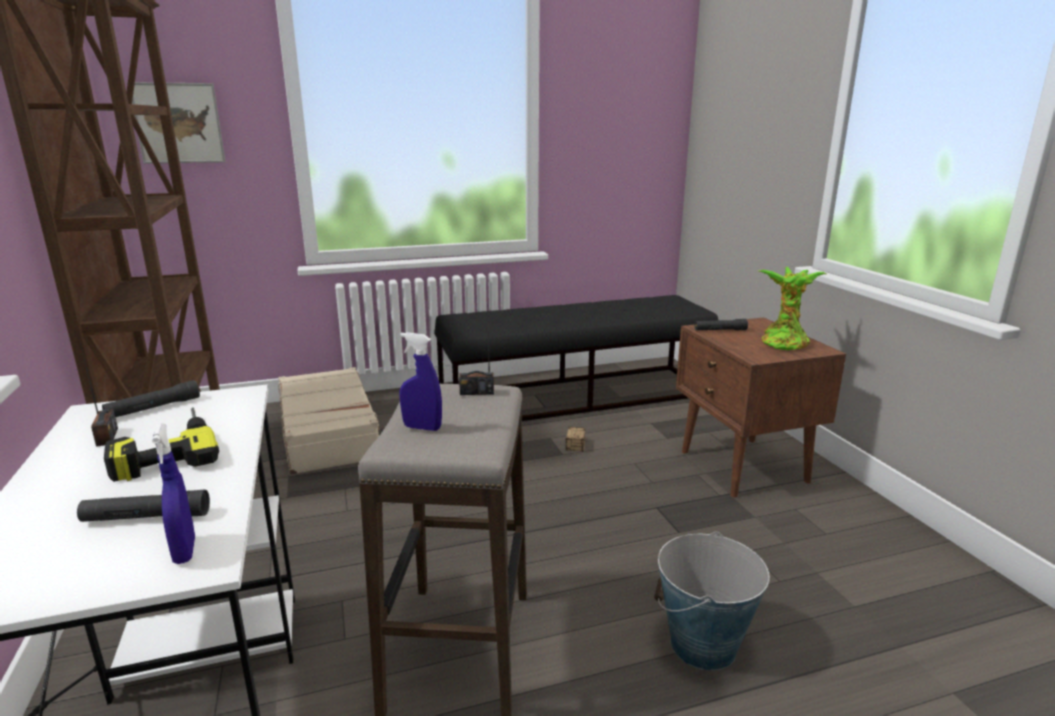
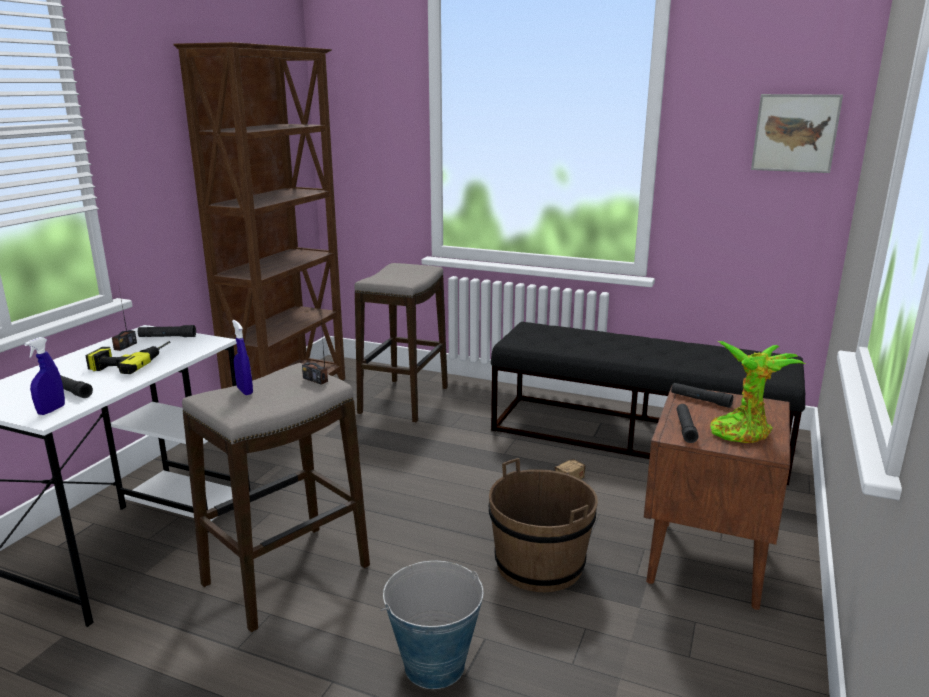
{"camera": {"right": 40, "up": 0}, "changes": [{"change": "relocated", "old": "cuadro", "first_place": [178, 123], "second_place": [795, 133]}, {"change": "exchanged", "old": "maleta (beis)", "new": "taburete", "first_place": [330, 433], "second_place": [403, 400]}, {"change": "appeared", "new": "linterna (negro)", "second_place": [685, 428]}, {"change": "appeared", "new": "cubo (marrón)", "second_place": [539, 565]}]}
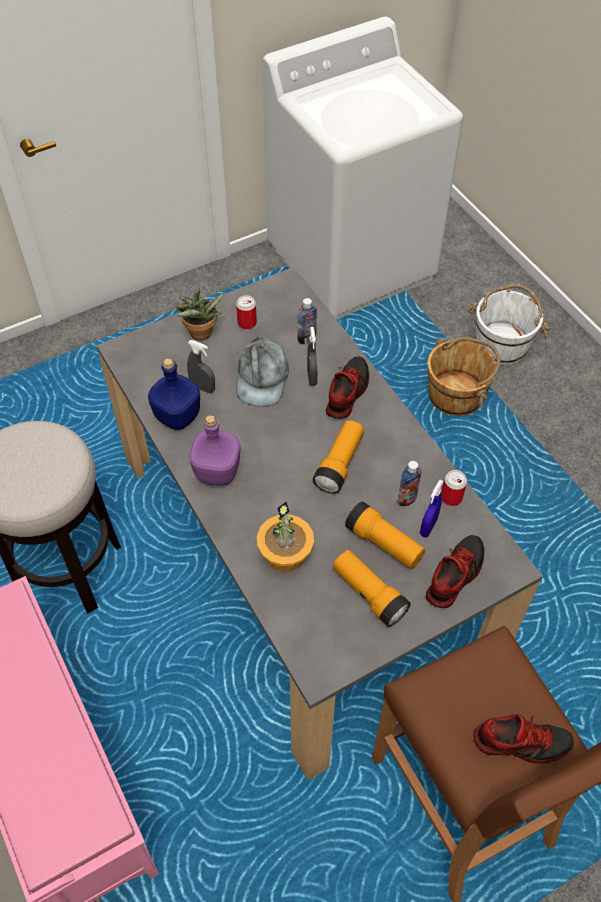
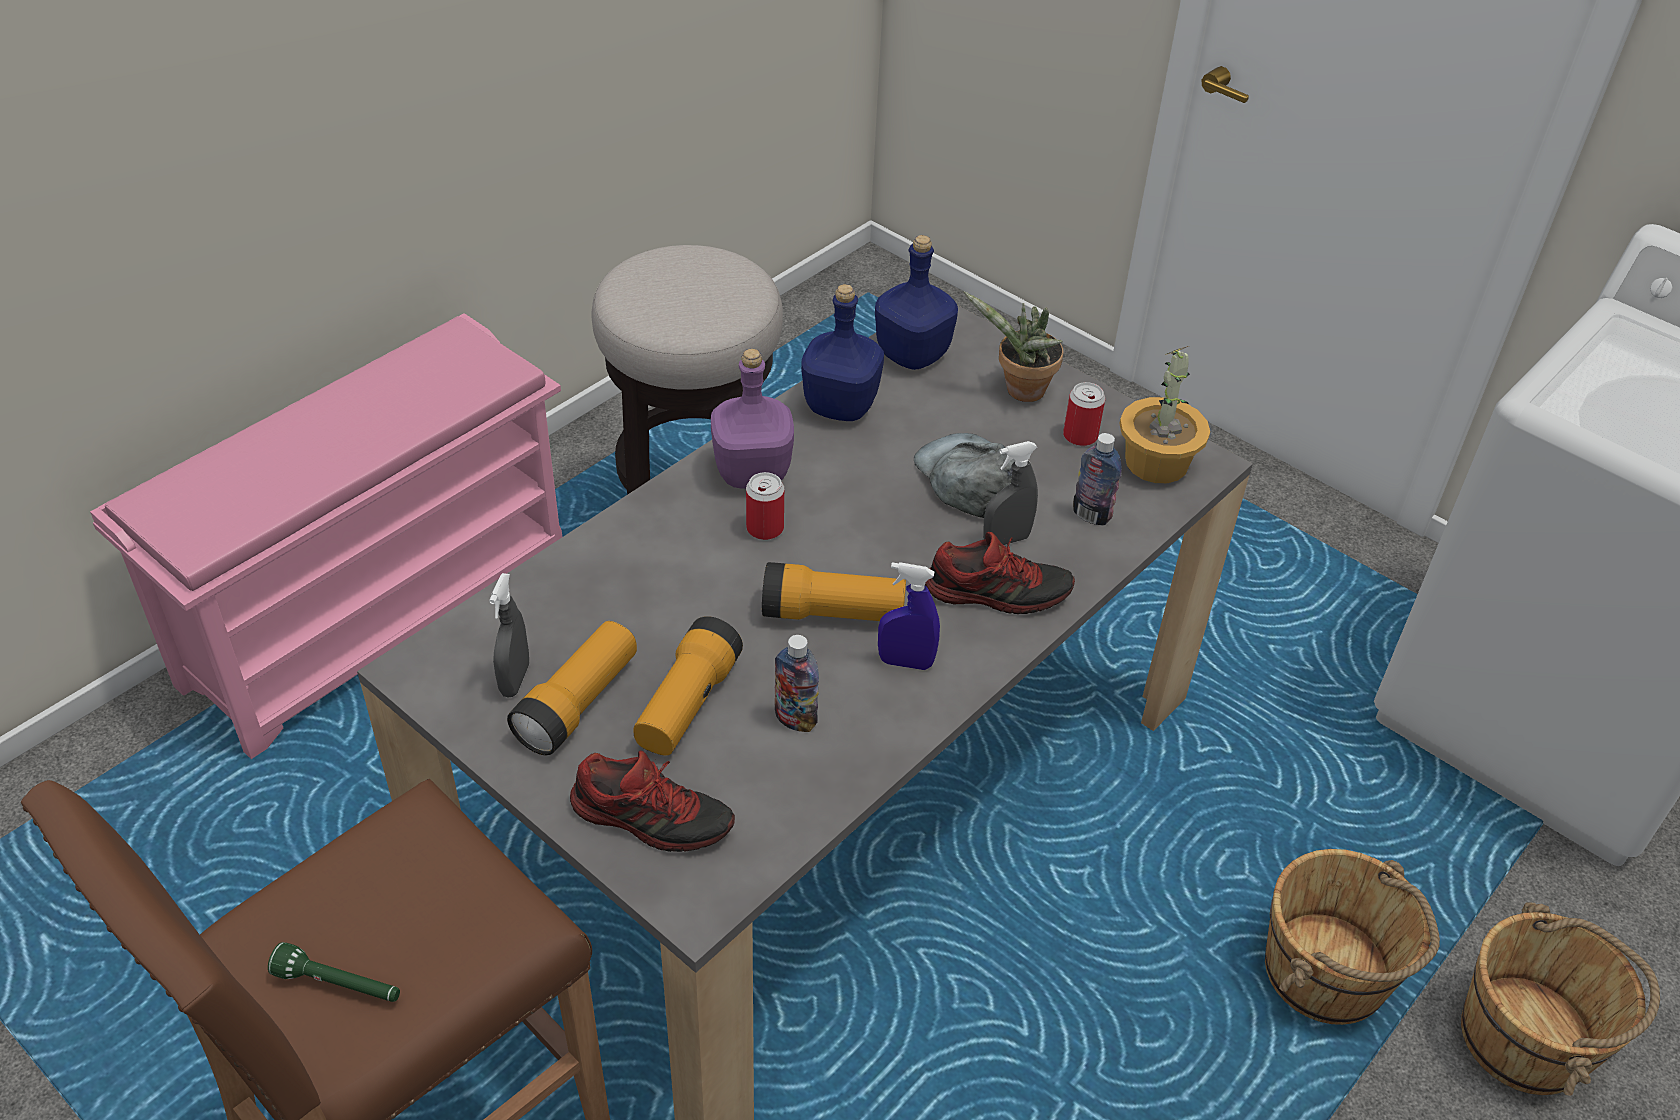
{"camera": {"right": 70, "up": -10}, "changes": [{"change": "colour", "old": "cubo (blanco)", "new": "cubo (marrón)", "first_place": [501, 344], "second_place": [1527, 1038]}, {"change": "spun", "old": "gorra (gris)", "first_place": [262, 378], "second_place": [970, 480], "degrees": 75}, {"change": "relocated", "old": "pulverizador (gris)", "first_place": [202, 388], "second_place": [515, 680]}, {"change": "relocated", "old": "lata", "first_place": [451, 497], "second_place": [765, 528]}, {"change": "relocated", "old": "pulverizador (azul)", "first_place": [428, 527], "second_place": [905, 662]}, {"change": "relocated", "old": "planta en maceta", "first_place": [286, 554], "second_place": [1157, 463]}, {"change": "exchanged", "old": "zapato", "new": "linterna (verde)", "first_place": [521, 742], "second_place": [339, 985]}, {"change": "appeared", "new": "botella (azul)", "second_place": [911, 355]}]}
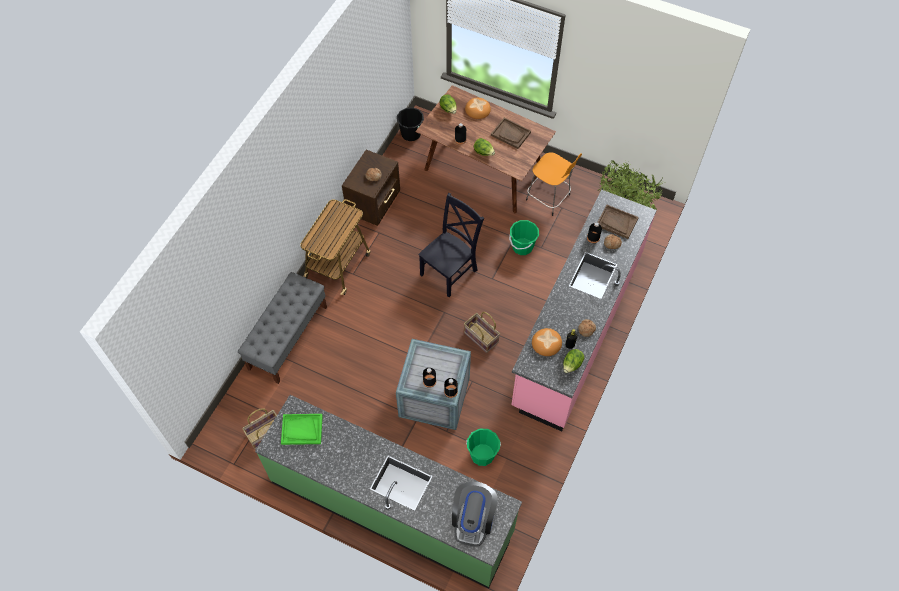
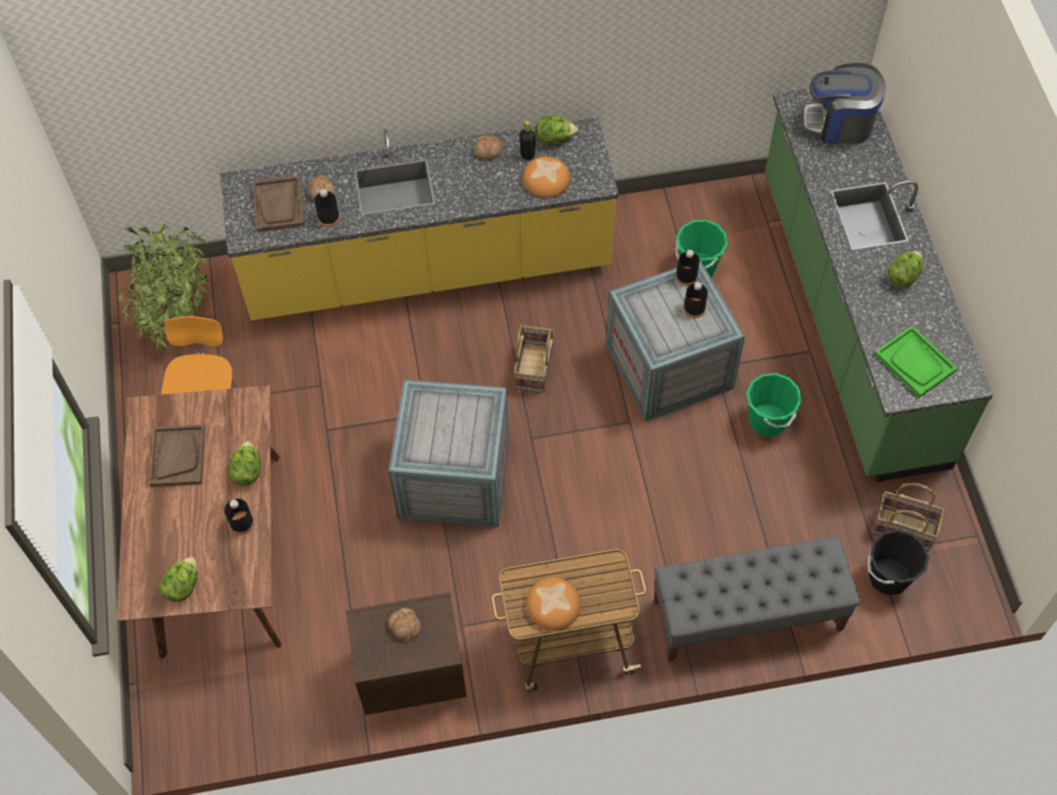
{"camera": {"right": -125, "up": 0}, "changes": [{"change": "relocated", "old": "pan", "first_place": [477, 110], "second_place": [554, 605]}, {"change": "relocated", "old": "cubo (negro)", "first_place": [411, 134], "second_place": [888, 576]}, {"change": "colour", "old": "mueble bajo de cocina (rosa)", "new": "mueble bajo de cocina (amarillo)", "first_place": [577, 328], "second_place": [428, 268]}, {"change": "exchanged", "old": "silla (negro)", "new": "caja de embalaje", "first_place": [450, 271], "second_place": [454, 475]}, {"change": "relocated", "old": "cubo (verde)", "first_place": [522, 247], "second_place": [767, 420]}, {"change": "spun", "old": "cafetera", "first_place": [473, 519], "second_place": [838, 124], "degrees": -150}, {"change": "appeared", "new": "lechuga", "second_place": [903, 276]}]}
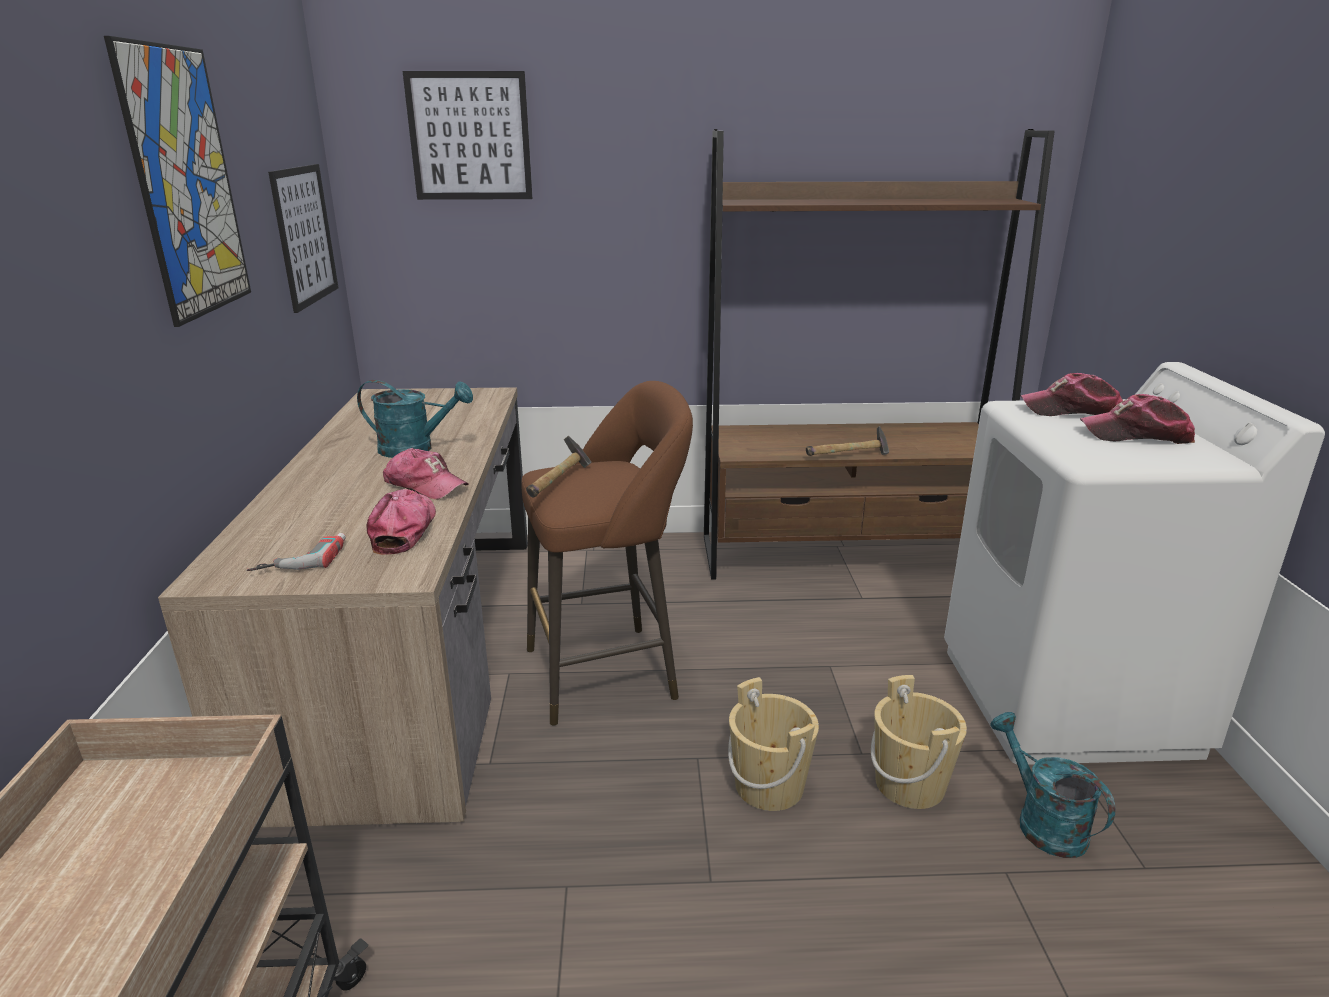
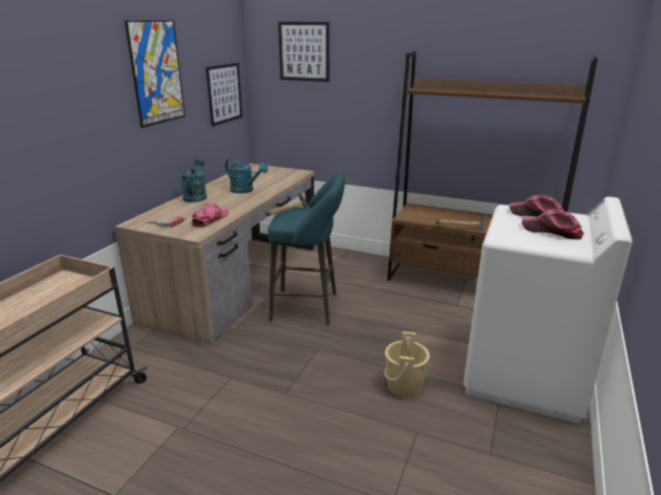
{"camera": {"right": 25, "up": 0}, "changes": [{"change": "colour", "old": "taburete (marrón)", "new": "taburete (turquesa)", "first_place": [610, 671], "second_place": [309, 307]}, {"change": "missing", "old": "gorra", "first_place": [425, 485]}, {"change": "missing", "old": "cubo (beis)", "first_place": [769, 786]}, {"change": "relocated", "old": "regadera (turquesa)", "first_place": [1041, 822], "second_place": [196, 196]}]}
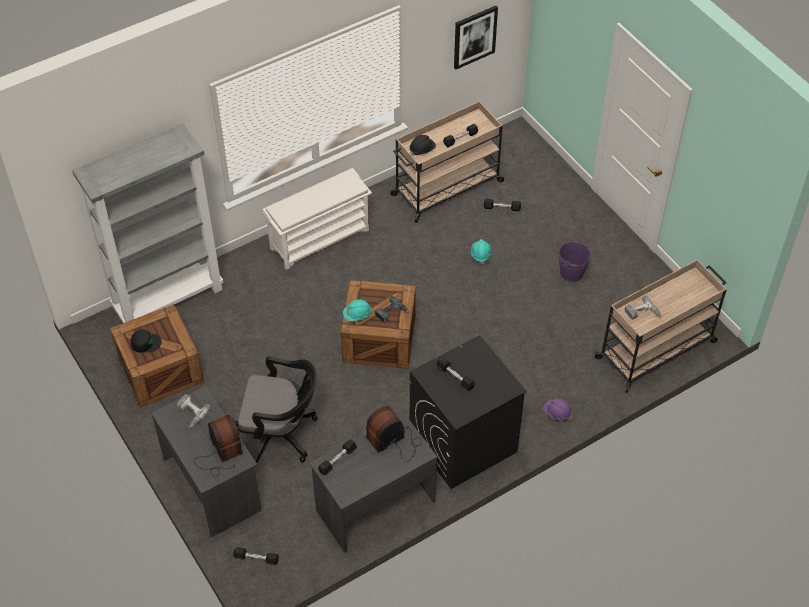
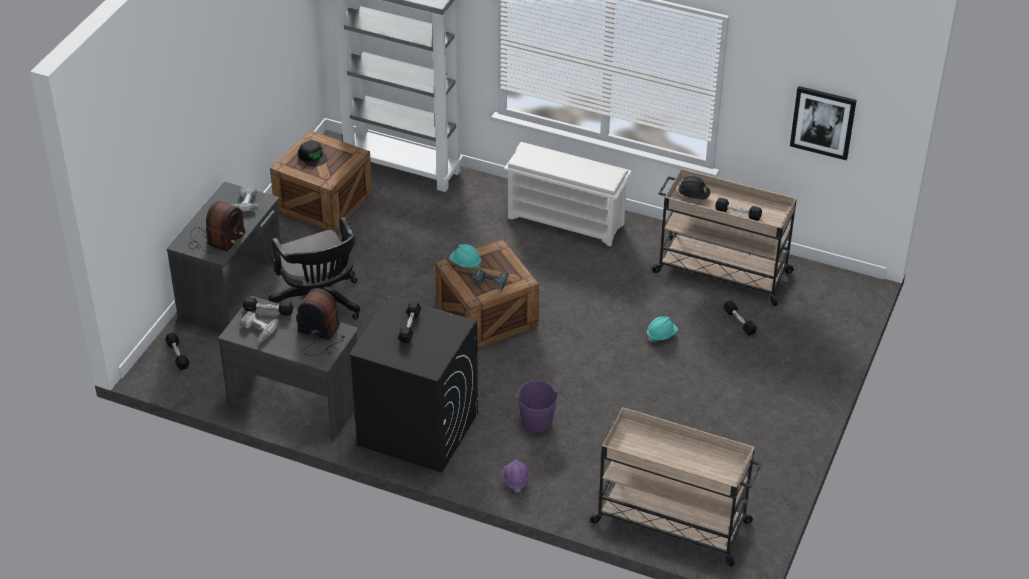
{"camera": {"right": 55, "up": -10}, "changes": [{"change": "relocated", "old": "cubo (morado)", "first_place": [571, 272], "second_place": [537, 422]}, {"change": "relocated", "old": "taladro", "first_place": [642, 313], "second_place": [256, 331]}]}
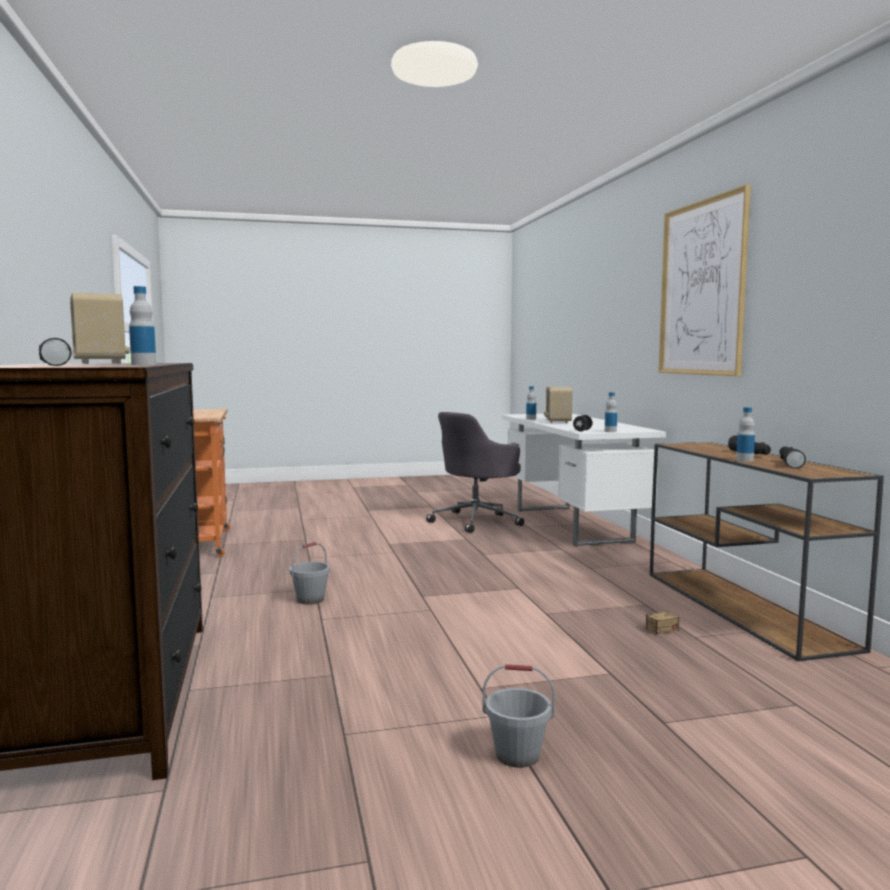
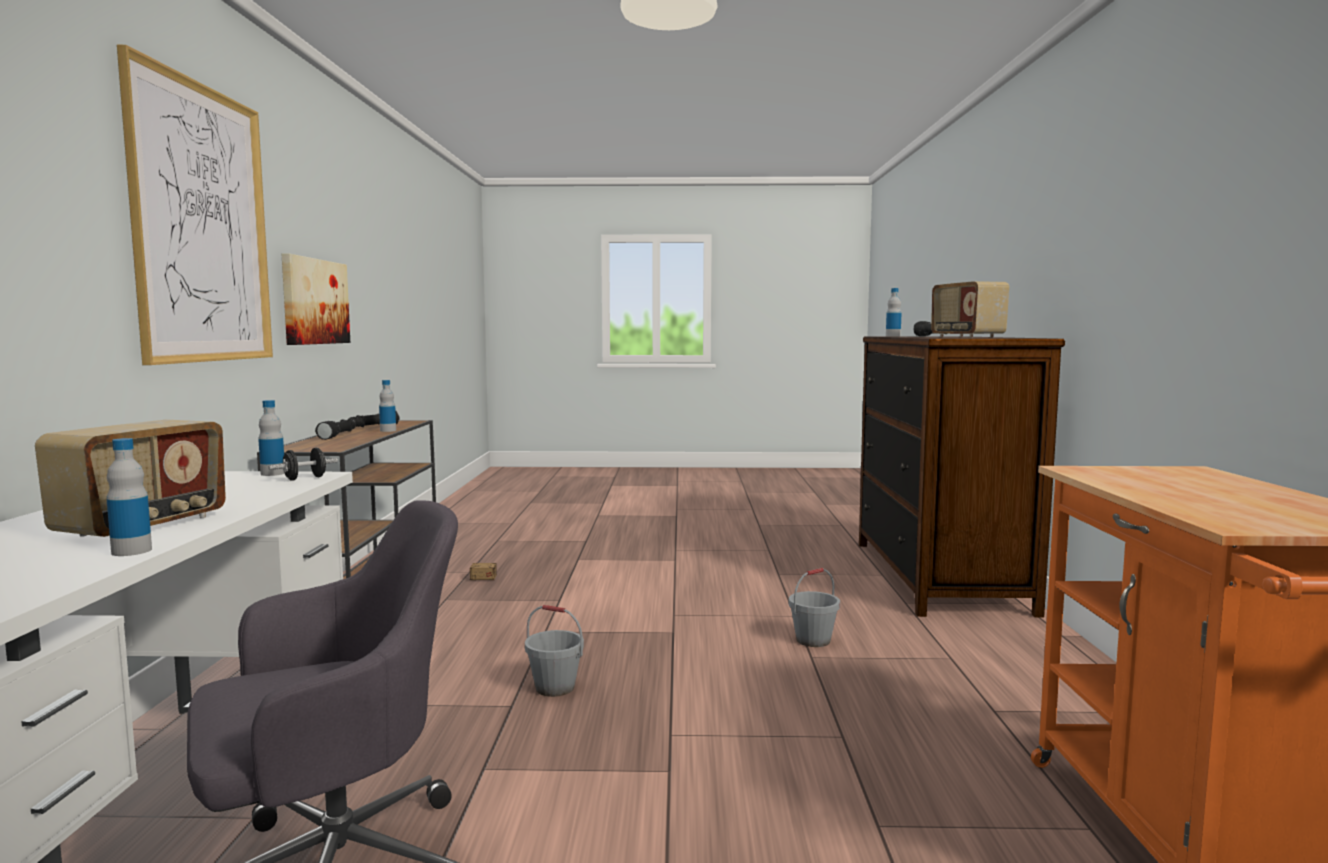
{"camera": {"right": -165, "up": 0}, "changes": [{"change": "relocated", "old": "cubo (gris)", "first_place": [518, 755], "second_place": [554, 688]}, {"change": "appeared", "new": "cuadro", "second_place": [314, 301]}]}
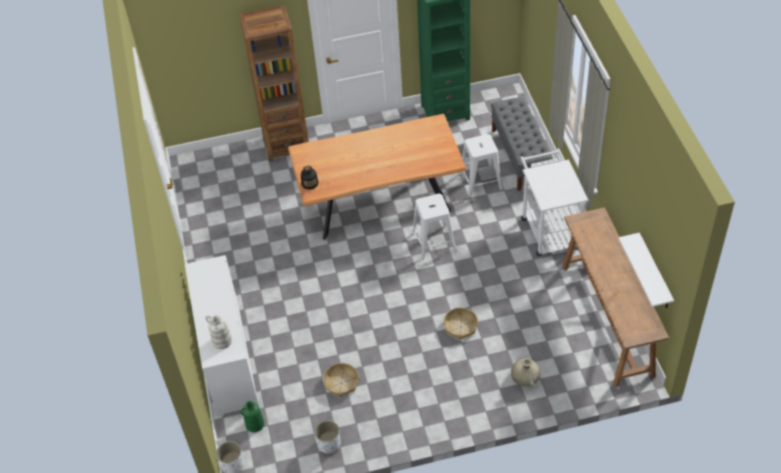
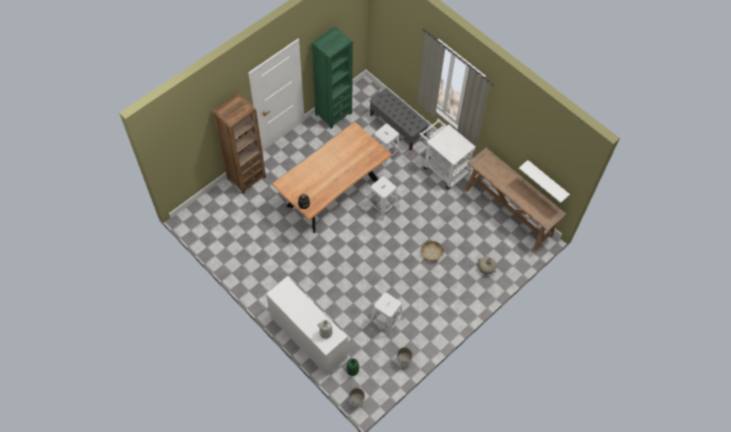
{"camera": {"right": -35, "up": 10}, "changes": [{"change": "exchanged", "old": "cesta", "new": "taburete (blanco)", "first_place": [341, 383], "second_place": [386, 320]}]}
